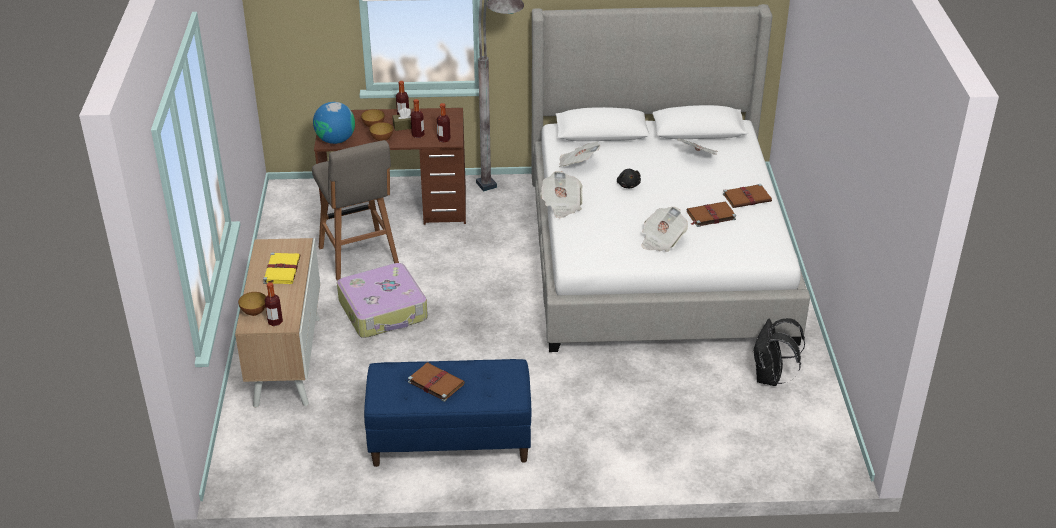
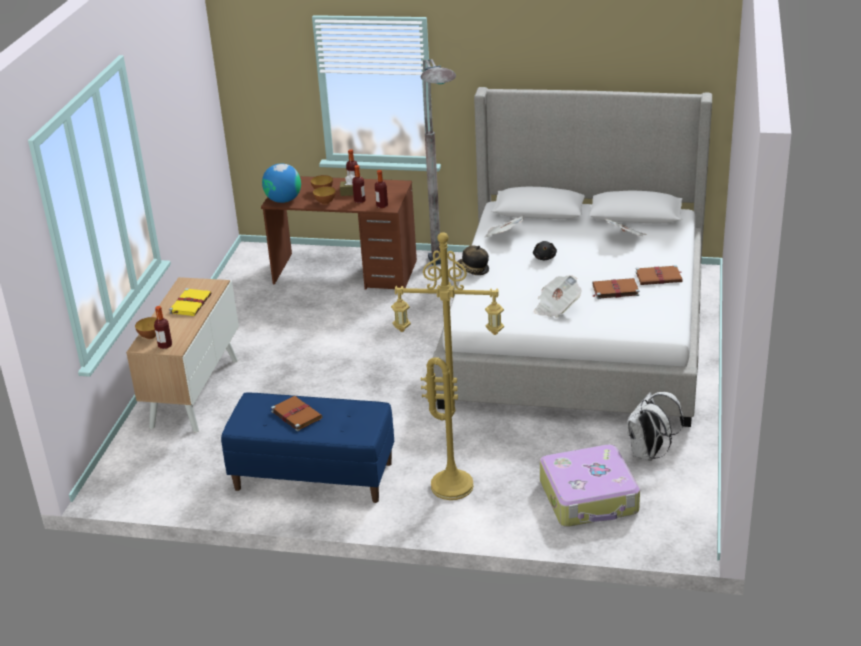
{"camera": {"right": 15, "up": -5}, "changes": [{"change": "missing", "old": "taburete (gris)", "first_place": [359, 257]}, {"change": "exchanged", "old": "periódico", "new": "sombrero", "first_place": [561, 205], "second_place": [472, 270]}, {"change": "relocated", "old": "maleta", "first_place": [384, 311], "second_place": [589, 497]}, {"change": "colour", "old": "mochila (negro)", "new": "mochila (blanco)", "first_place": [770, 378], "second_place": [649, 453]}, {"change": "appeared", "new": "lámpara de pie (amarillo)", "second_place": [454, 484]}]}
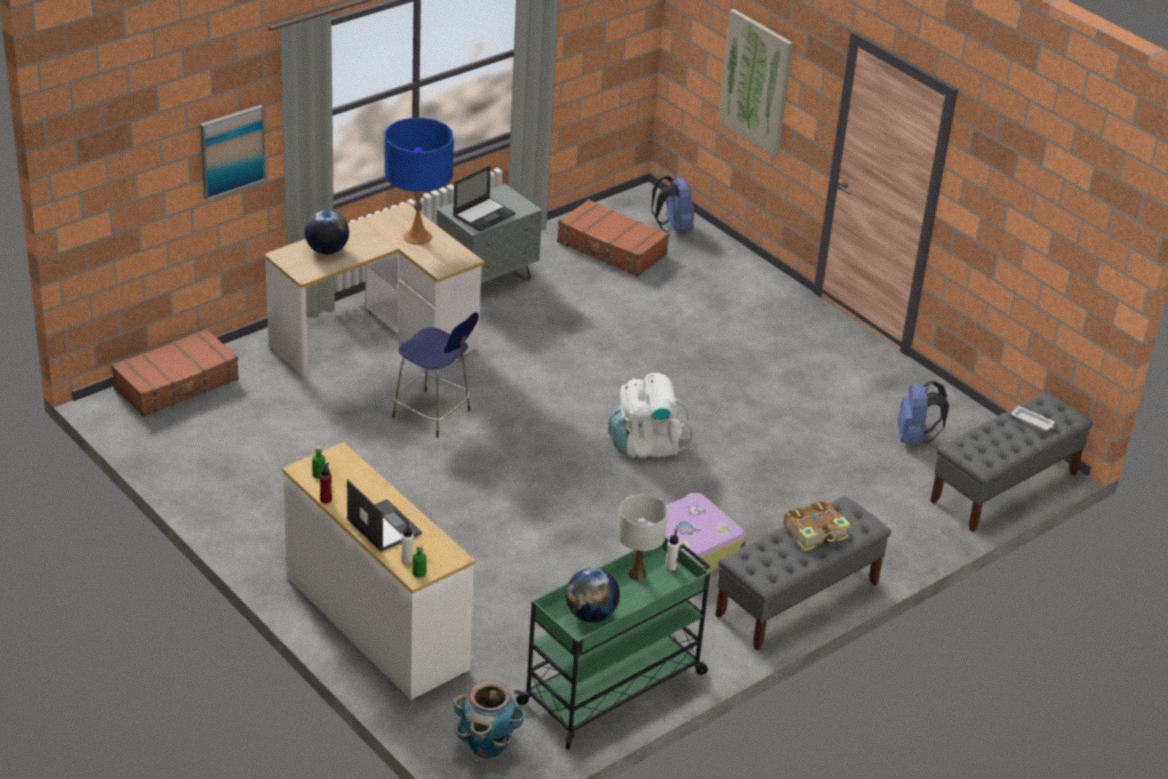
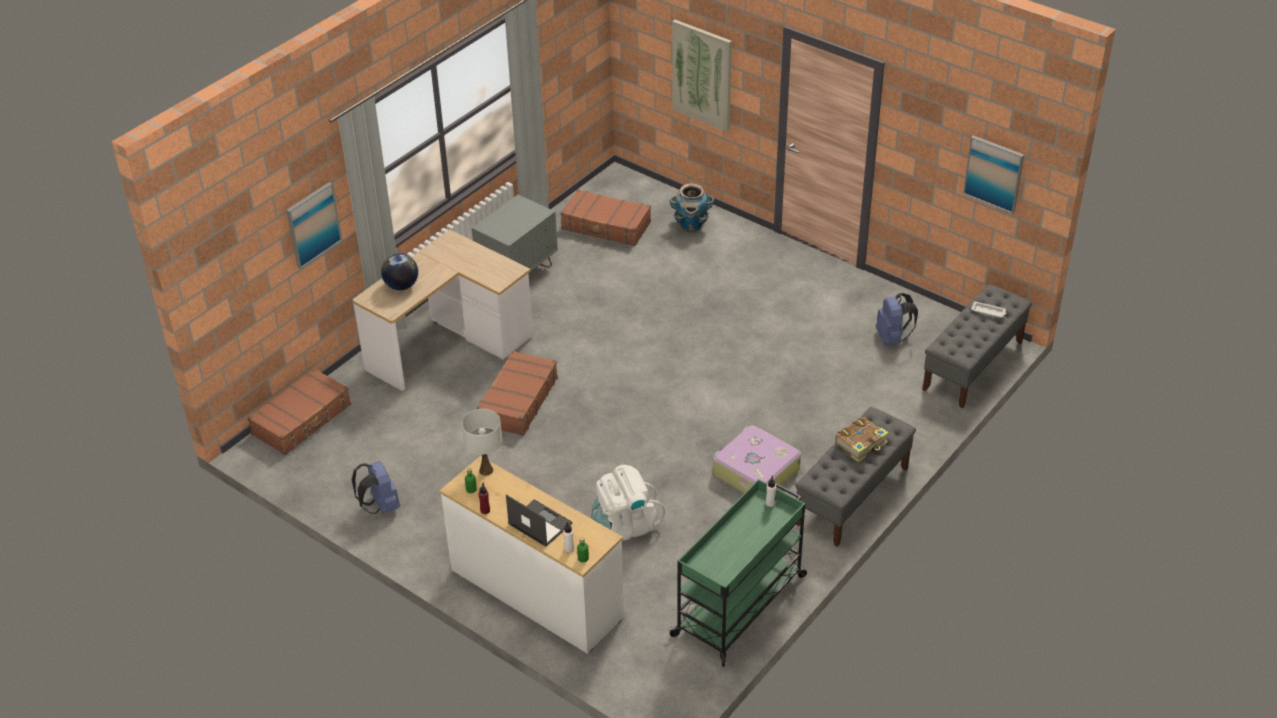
{"camera": {"right": -10, "up": 5}, "changes": [{"change": "missing", "old": "lámpara de mesa (azul)", "first_place": [417, 236]}, {"change": "missing", "old": "portátil", "first_place": [484, 214]}, {"change": "relocated", "old": "mochila (azul)", "first_place": [673, 227], "second_place": [380, 506]}, {"change": "exchanged", "old": "taburete (azul)", "new": "maleta (marrón)", "first_place": [433, 415], "second_place": [517, 401]}, {"change": "relocated", "old": "mochila (blanco)", "first_place": [646, 445], "second_place": [625, 525]}, {"change": "relocated", "old": "lámpara de mesa (blanco)", "first_place": [637, 574], "second_place": [486, 470]}, {"change": "missing", "old": "globo terráqueo", "first_place": [591, 615]}, {"change": "relocated", "old": "maceta", "first_place": [487, 746], "second_place": [691, 225]}, {"change": "appeared", "new": "cuadro", "second_place": [994, 173]}]}
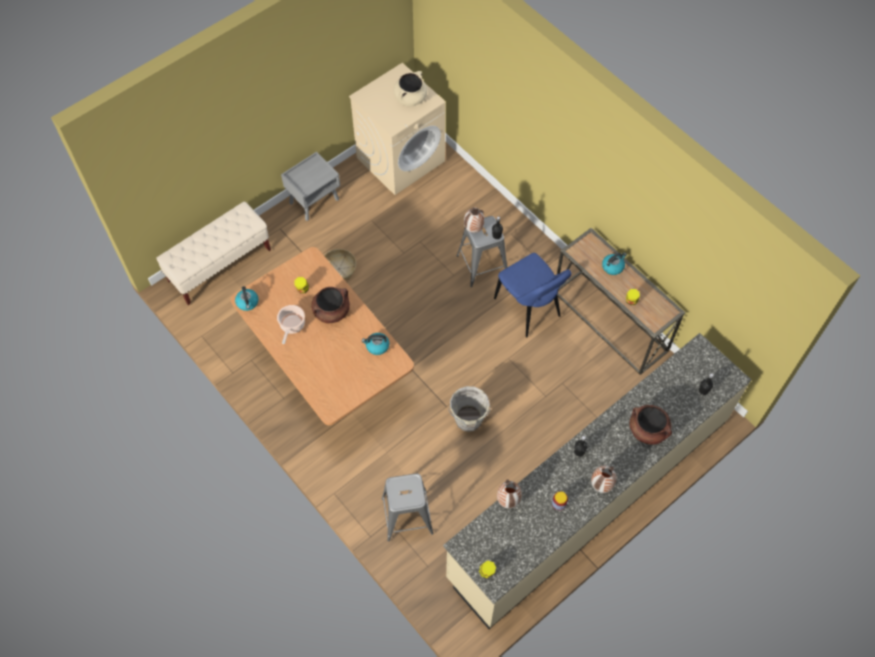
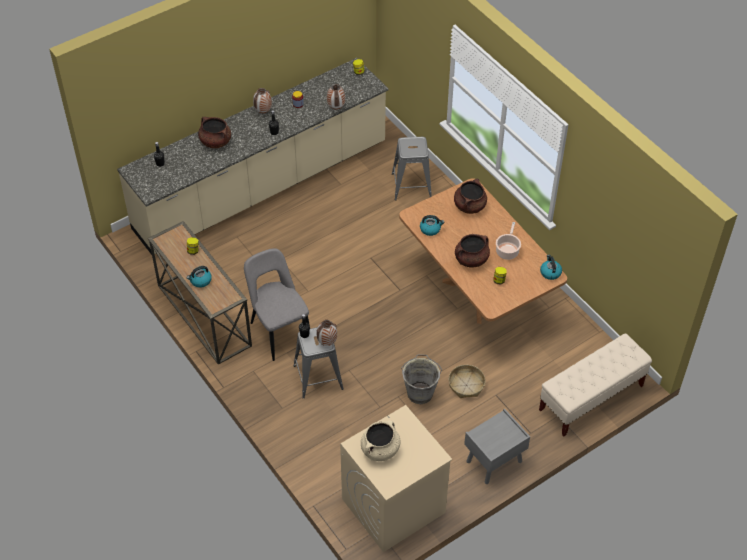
{"camera": {"right": -175, "up": -10}, "changes": [{"change": "colour", "old": "silla (azul)", "new": "silla (gris)", "first_place": [529, 310], "second_place": [279, 331]}, {"change": "relocated", "old": "cubo (gris)", "first_place": [468, 420], "second_place": [420, 392]}, {"change": "appeared", "new": "olla (marrón)", "second_place": [469, 206]}]}
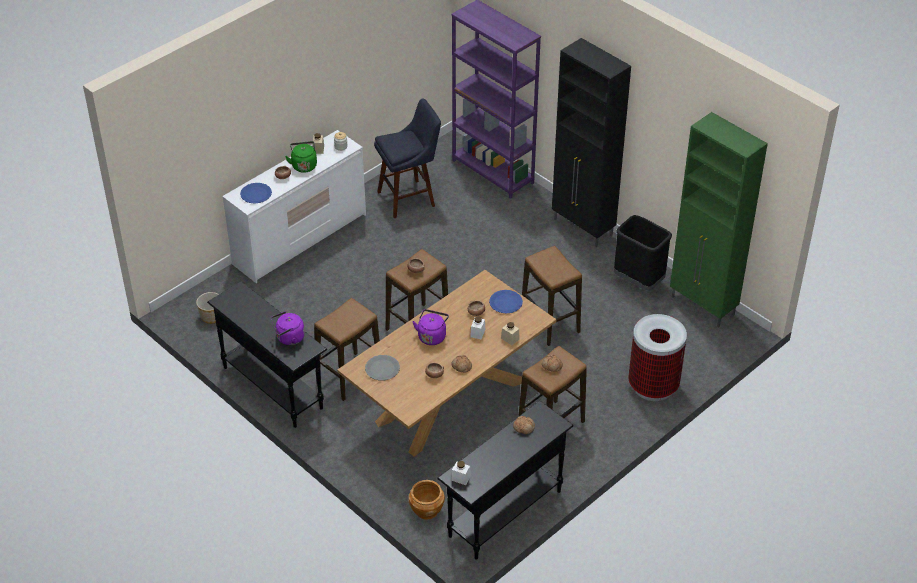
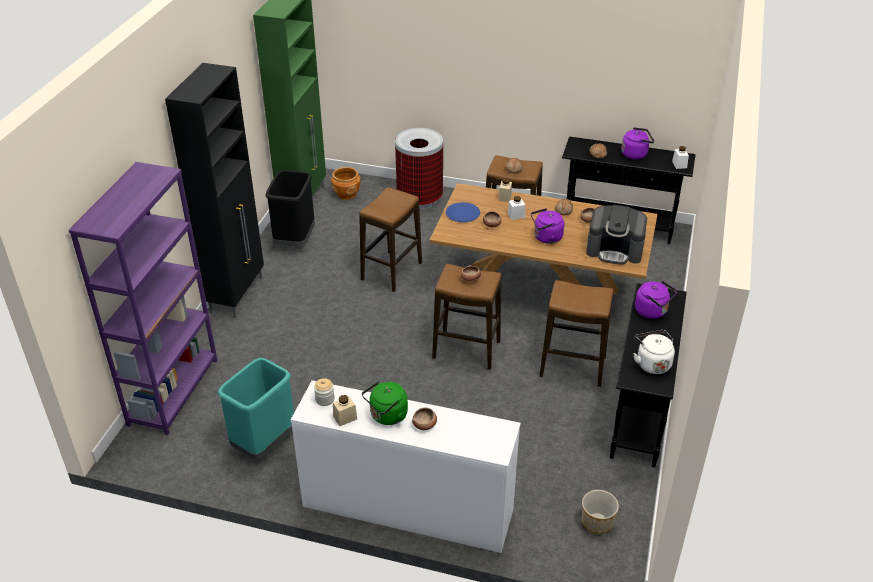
{"camera": {"right": -120, "up": -5}, "changes": [{"change": "exchanged", "old": "taburete (azul)", "new": "papelera (turquesa)", "first_place": [409, 198], "second_place": [264, 442]}, {"change": "missing", "old": "plato (azul)", "first_place": [256, 194]}, {"change": "exchanged", "old": "plato (gris)", "new": "cafetera", "first_place": [382, 368], "second_place": [615, 250]}, {"change": "relocated", "old": "maceta (marrón)", "first_place": [426, 510], "second_place": [346, 194]}, {"change": "appeared", "new": "hervidor (morado)", "second_place": [635, 154]}, {"change": "appeared", "new": "hervidor (blanco)", "second_place": [652, 363]}]}
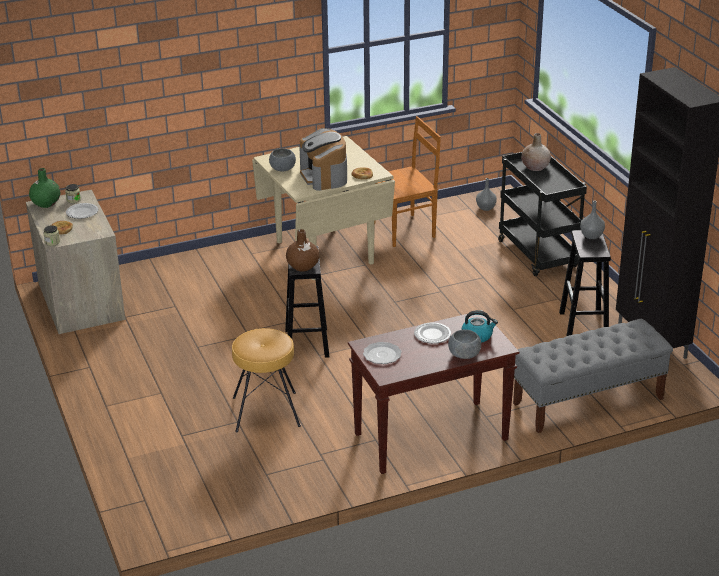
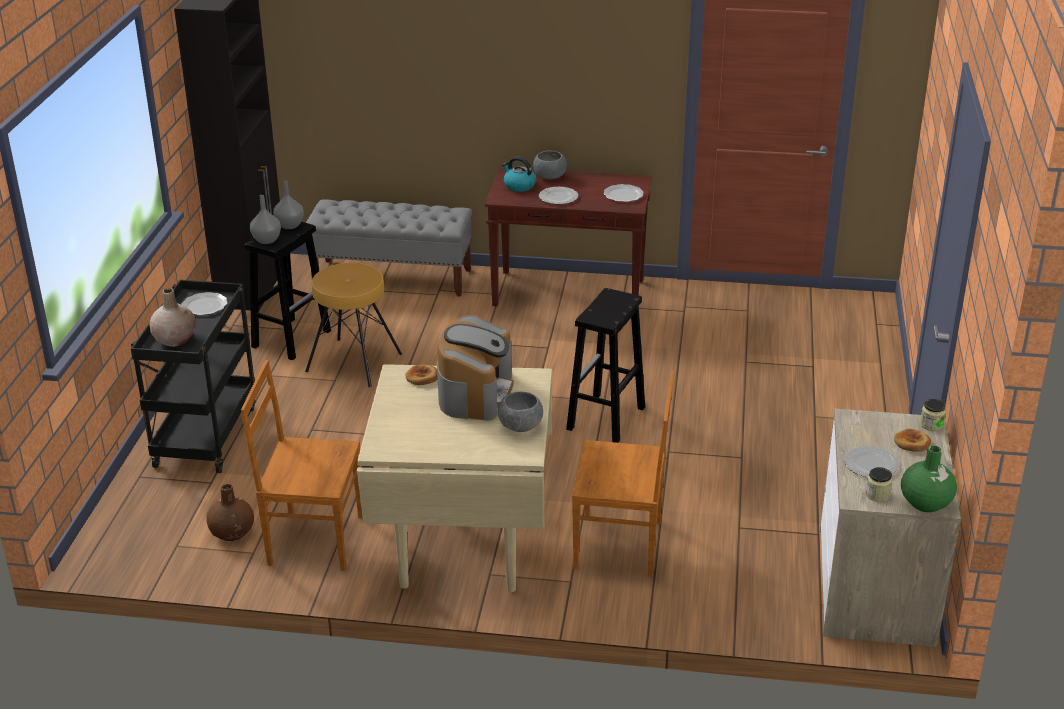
{"camera": {"right": -150, "up": 0}, "changes": [{"change": "relocated", "old": "florero (gris)", "first_place": [486, 208], "second_place": [290, 225]}, {"change": "relocated", "old": "florero (marrón)", "first_place": [302, 266], "second_place": [232, 532]}, {"change": "relocated", "old": "taburete (marrón)", "first_place": [266, 412], "second_place": [354, 362]}, {"change": "appeared", "new": "plato", "second_place": [204, 306]}, {"change": "appeared", "new": "silla (marrón)", "second_place": [621, 545]}]}
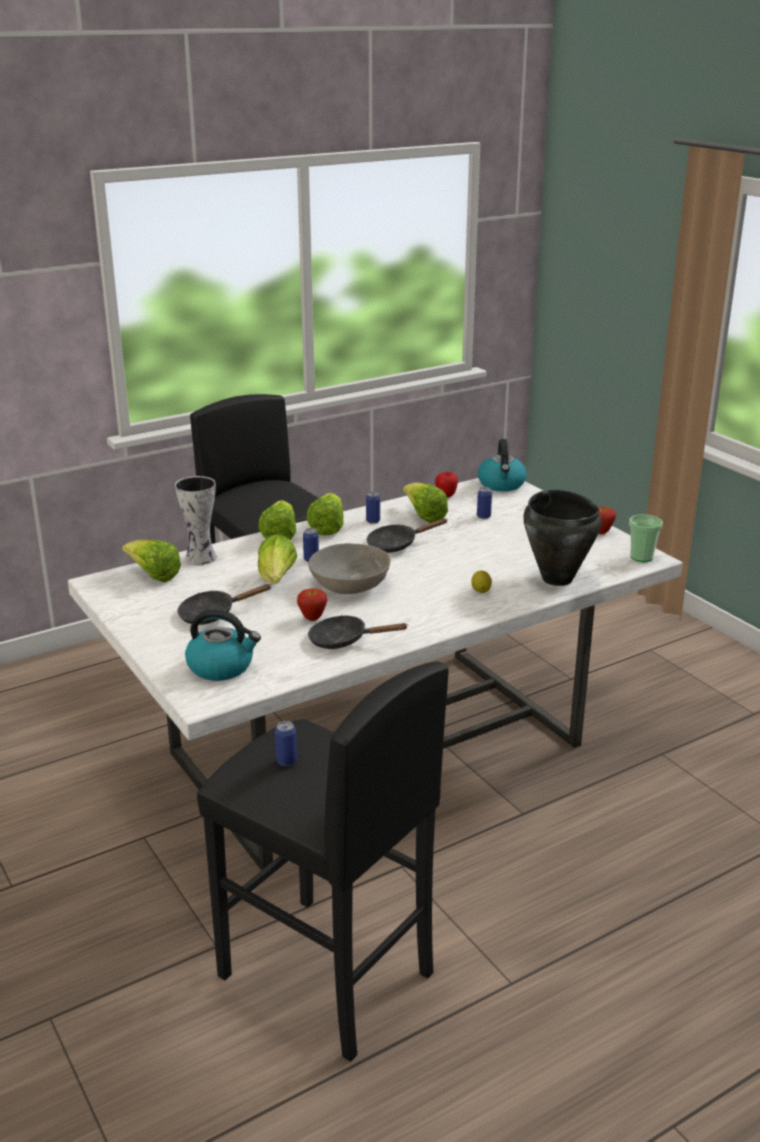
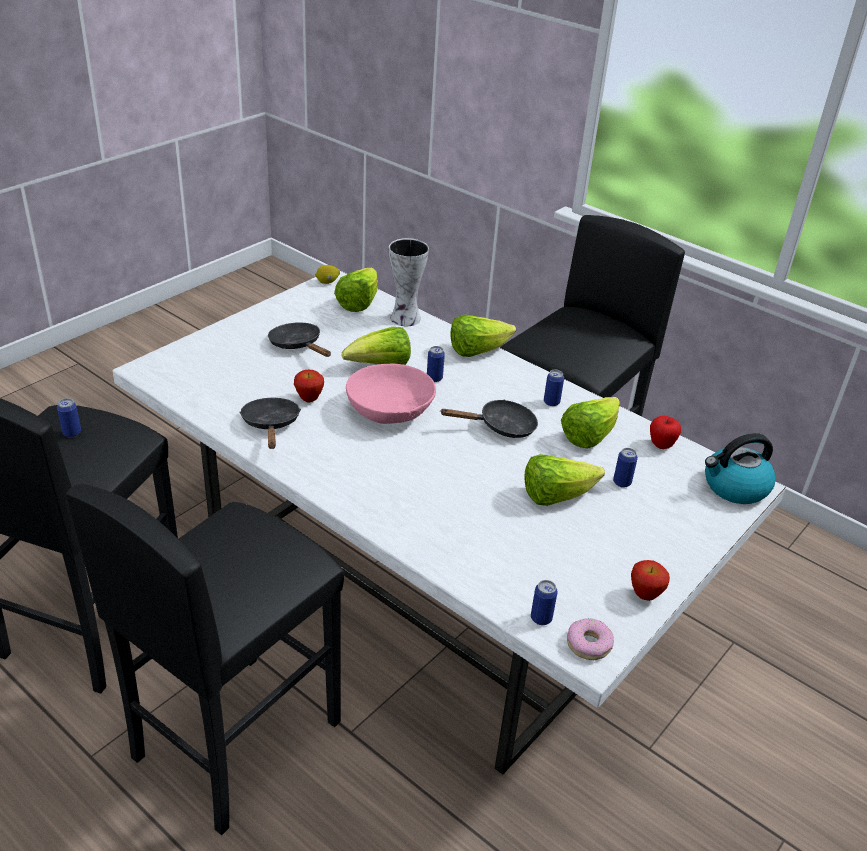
{"camera": {"right": 70, "up": 10}, "changes": [{"change": "missing", "old": "olla (negro)", "first_place": [557, 578]}, {"change": "relocated", "old": "lechuga", "first_place": [327, 528], "second_place": [556, 496]}, {"change": "exchanged", "old": "taza", "new": "rosquilla", "first_place": [641, 557], "second_place": [588, 644]}, {"change": "spun", "old": "sartén (negro)", "first_place": [396, 544], "second_place": [501, 427], "degrees": 120}, {"change": "colour", "old": "cuenco (gris)", "new": "cuenco (rosa)", "first_place": [349, 584], "second_place": [390, 410]}, {"change": "relocated", "old": "limón", "first_place": [481, 590], "second_place": [327, 282]}, {"change": "missing", "old": "hervidor", "first_place": [222, 667]}, {"change": "appeared", "new": "taburete (negro)", "second_place": [236, 738]}, {"change": "appeared", "new": "lata", "second_place": [541, 618]}]}
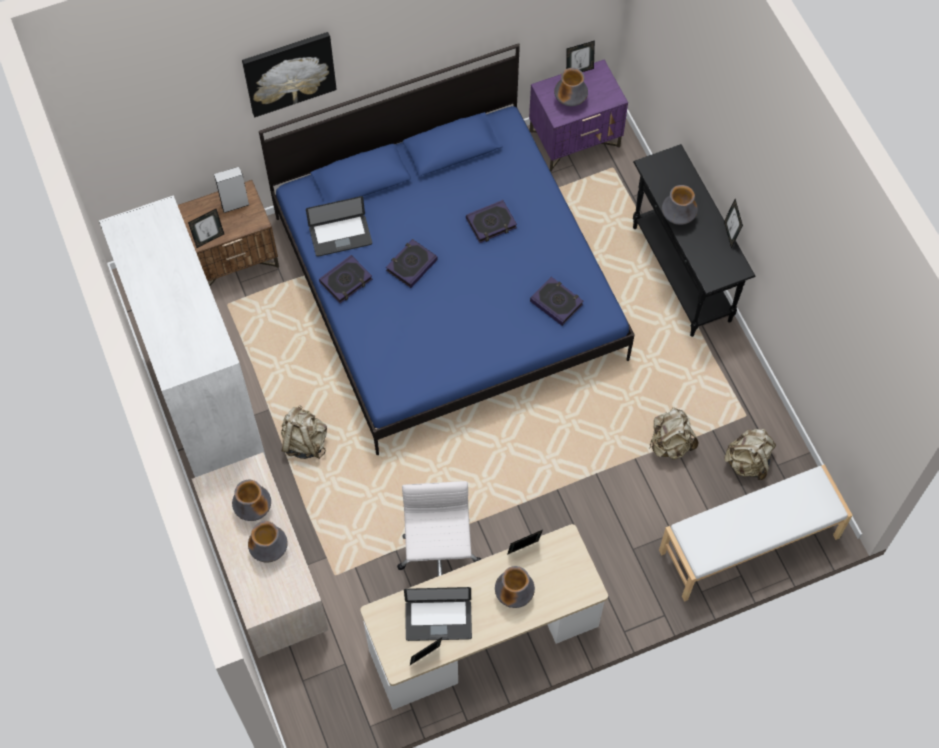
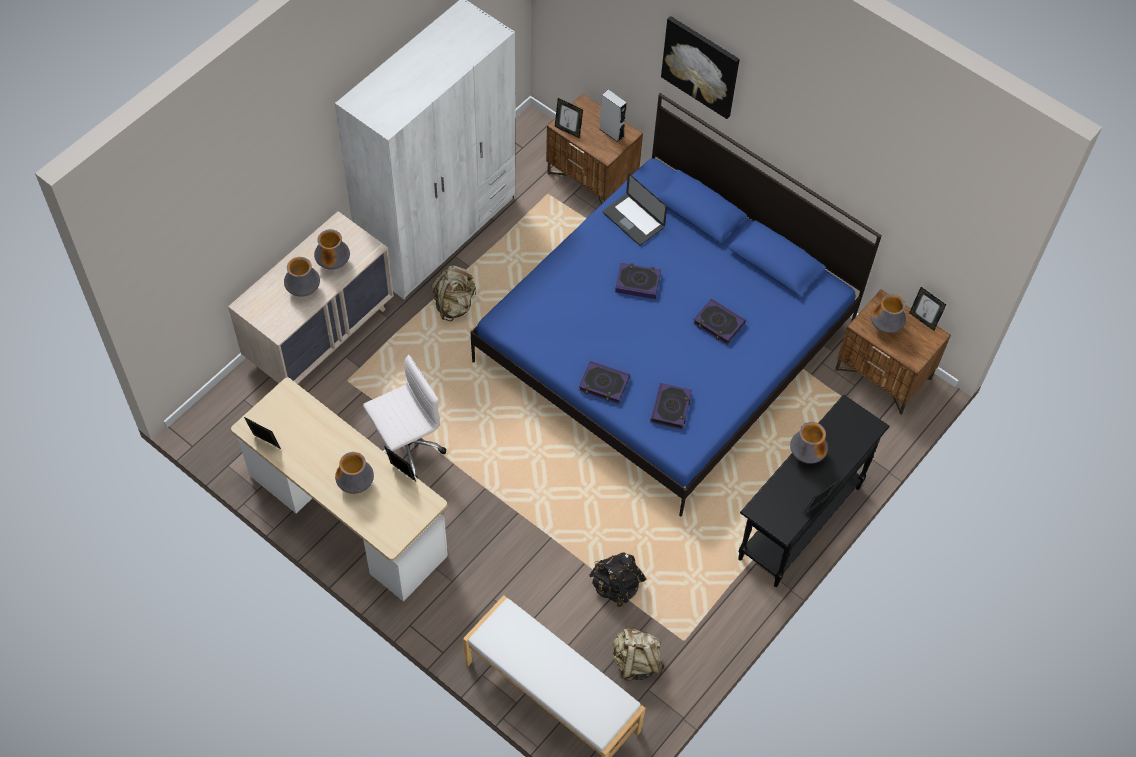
{"camera": {"right": 60, "up": -5}, "changes": [{"change": "colour", "old": "mesita de noche (morado)", "new": "mesita de noche (marrón)", "first_place": [575, 139], "second_place": [883, 375]}, {"change": "relocated", "old": "libro", "first_place": [346, 281], "second_place": [604, 384]}, {"change": "colour", "old": "mochila (beis)", "new": "mochila (negro)", "first_place": [670, 443], "second_place": [616, 586]}, {"change": "missing", "old": "portátil", "first_place": [438, 620]}]}
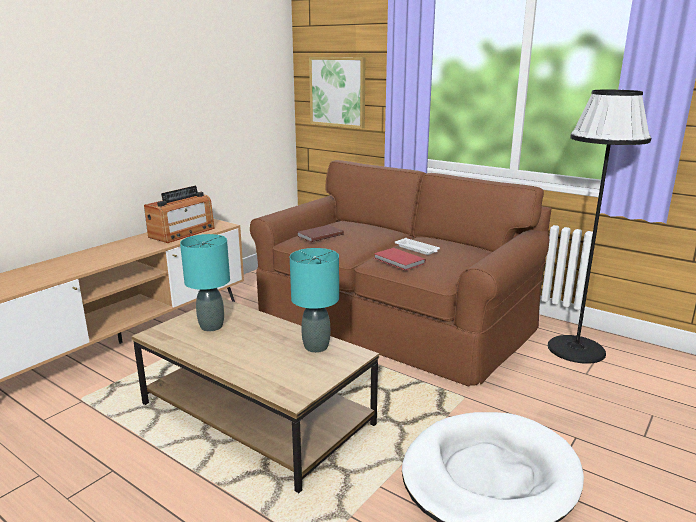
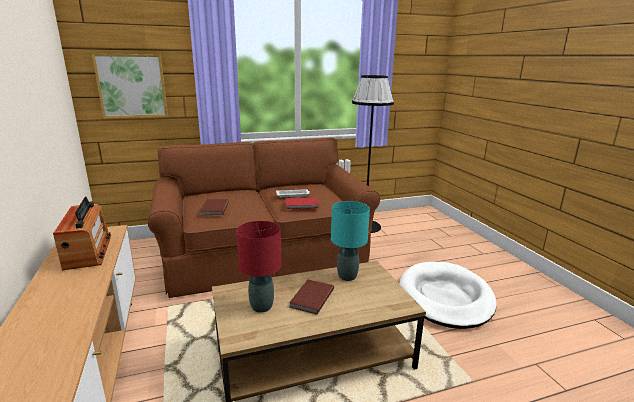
{"camera": {"right": -55, "up": 0}, "changes": [{"change": "colour", "old": "lámpara de mesa (turquesa)", "new": "lámpara de mesa (rojo)", "first_place": [211, 327], "second_place": [262, 306]}, {"change": "appeared", "new": "libro (marrón)", "second_place": [311, 298]}]}
